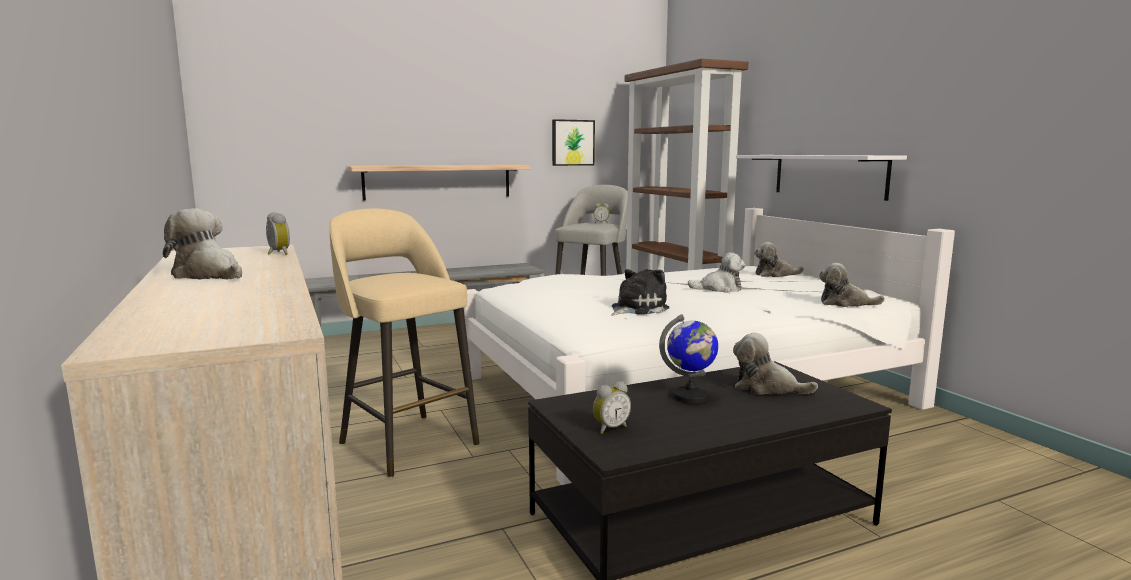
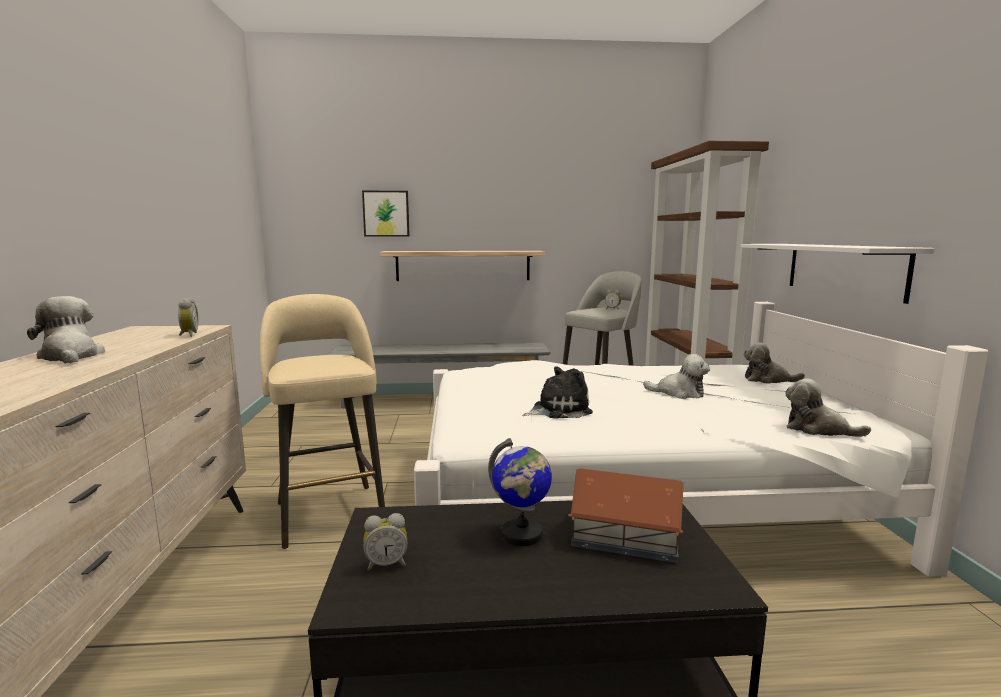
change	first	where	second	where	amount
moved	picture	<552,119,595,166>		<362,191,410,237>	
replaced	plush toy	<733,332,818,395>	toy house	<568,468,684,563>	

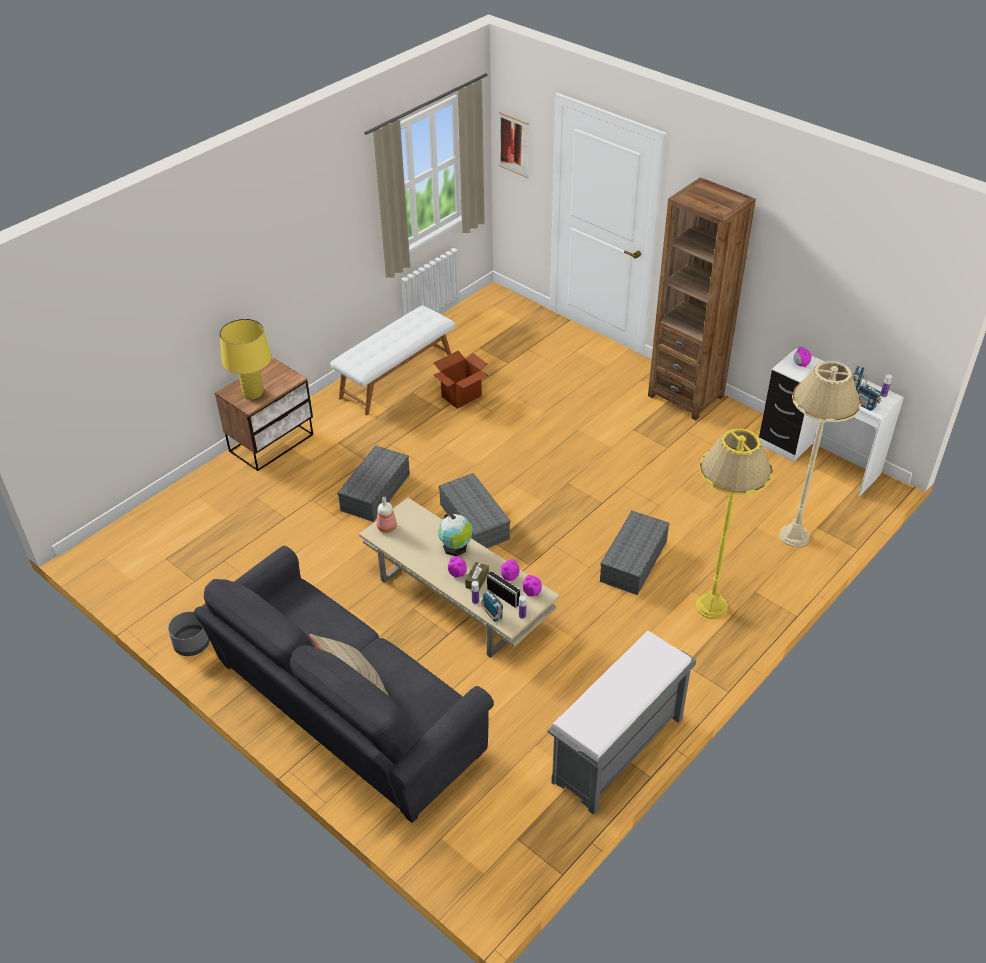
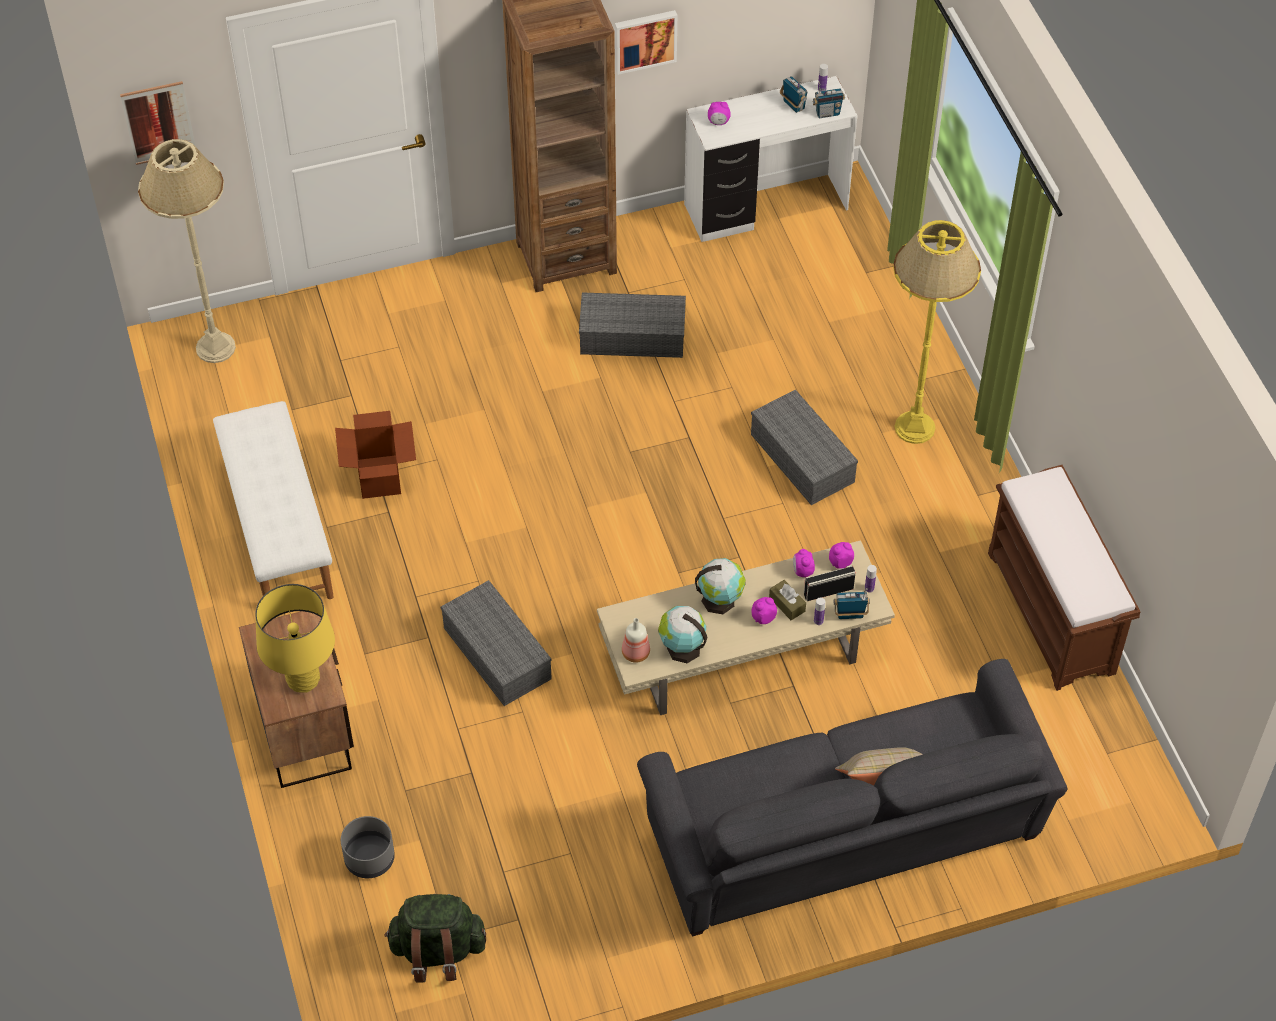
change	first	where	second	where	amount
moved	floor lamp (beige)	<779,361,861,547>		<138,139,236,363>	
moved	storage box (grey)	<439,473,511,548>		<579,292,686,358>	
moved	planter (grey)	<168,611,210,656>		<341,816,395,878>	
recoloured	bench (grey)	<547,631,696,815>	bench (brown)	<988,465,1141,691>	
added			picture	<615,10,677,75>	
added			globe	<658,606,708,663>	
added			backpack (green)	<385,894,486,982>	

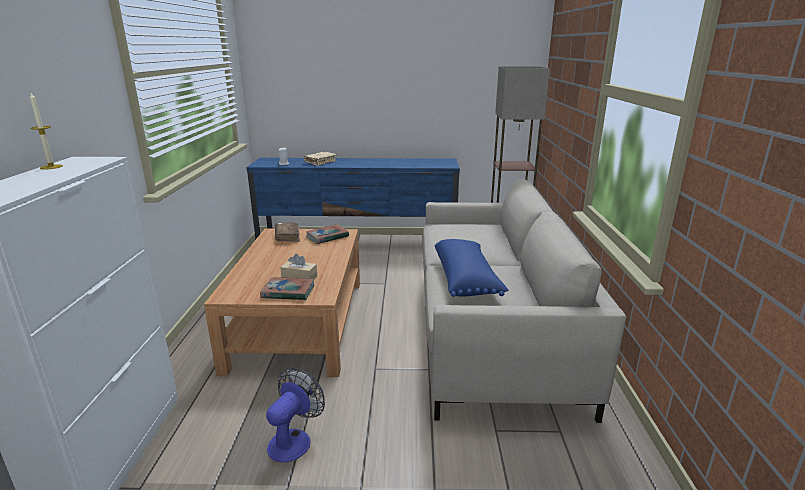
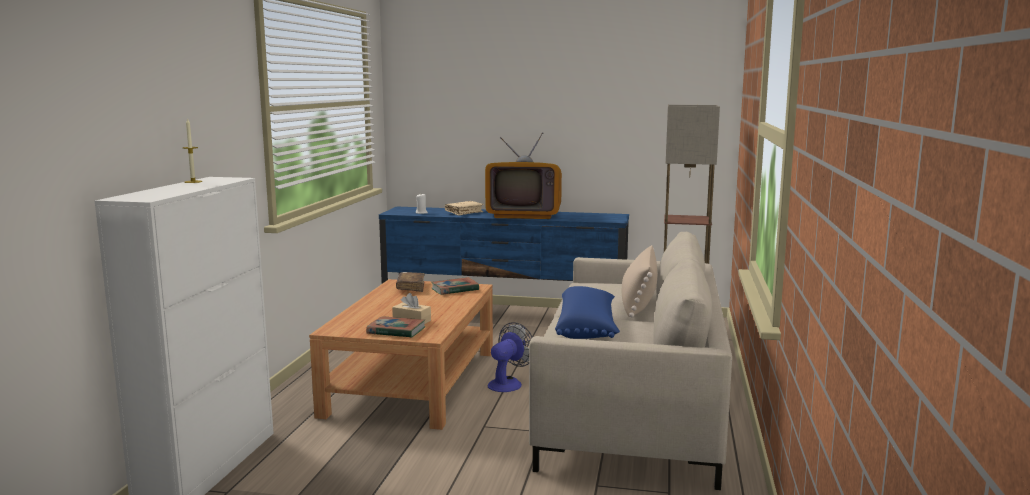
change	first	where	second	where	amount
moved	fan	<266,368,325,462>		<488,322,532,392>	
added			television	<485,132,562,219>	
added			pillow (beige)	<622,245,657,317>	

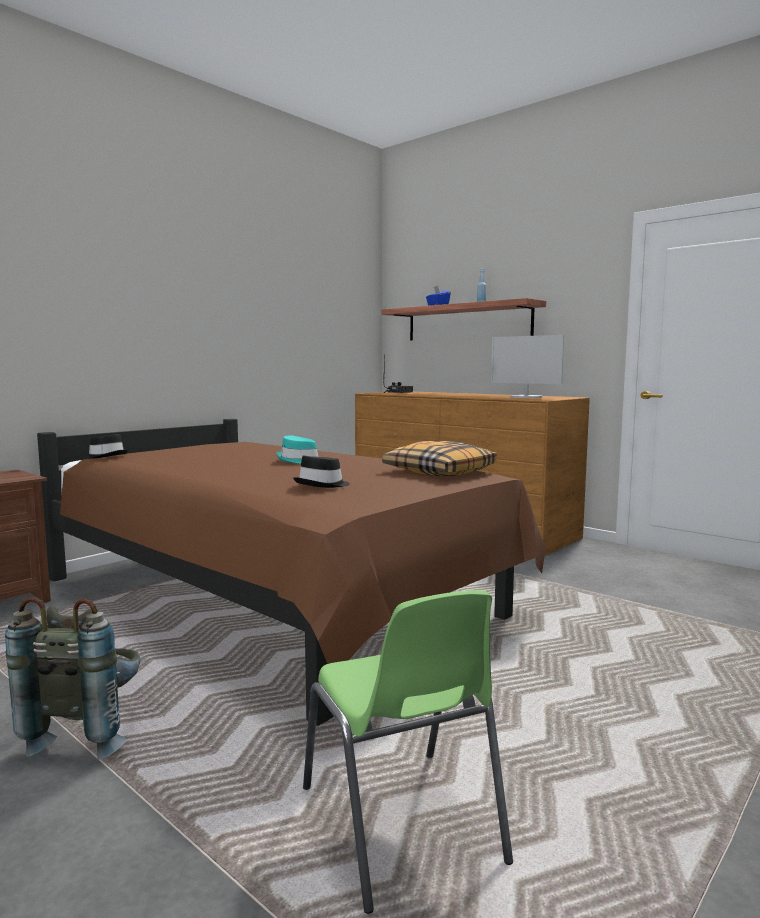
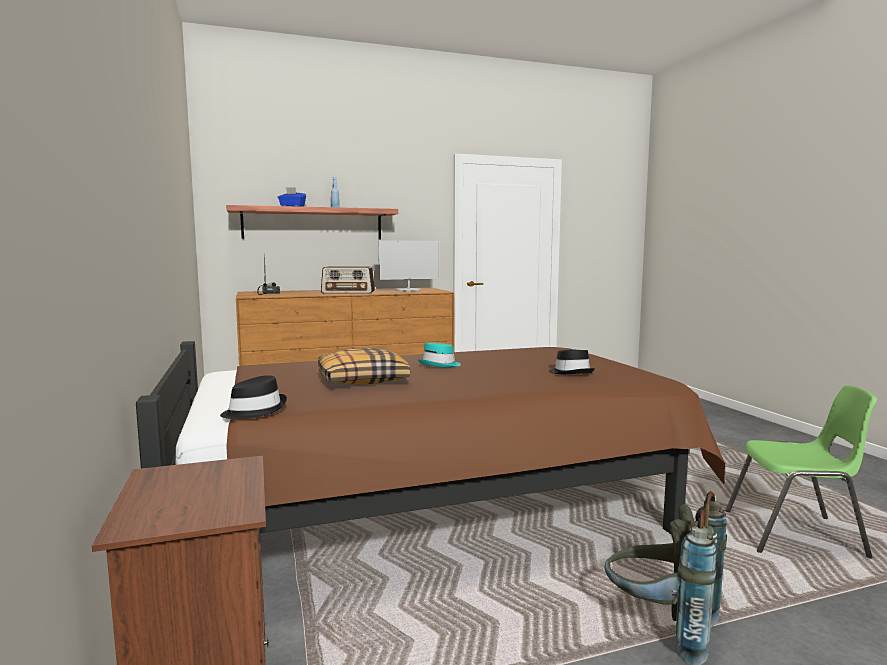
change	first	where	second	where	amount
moved	pillow	<382,441,497,476>		<318,348,410,385>	
added			radio	<321,266,375,294>	

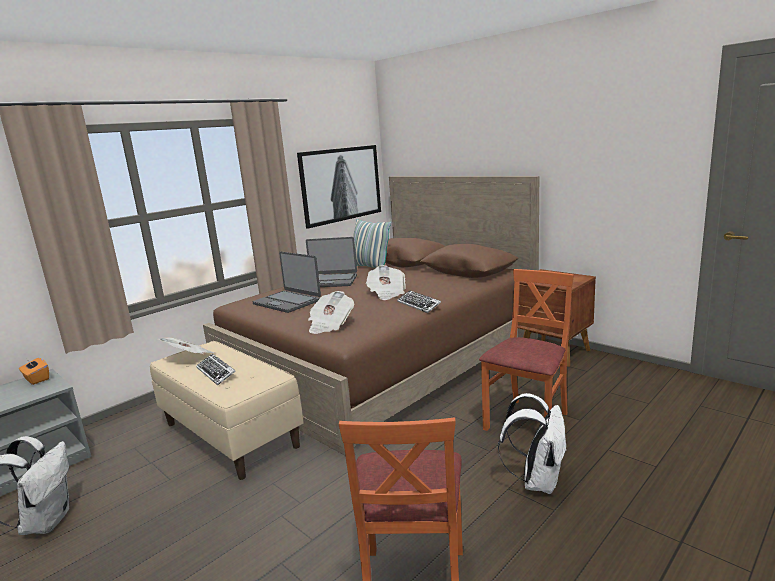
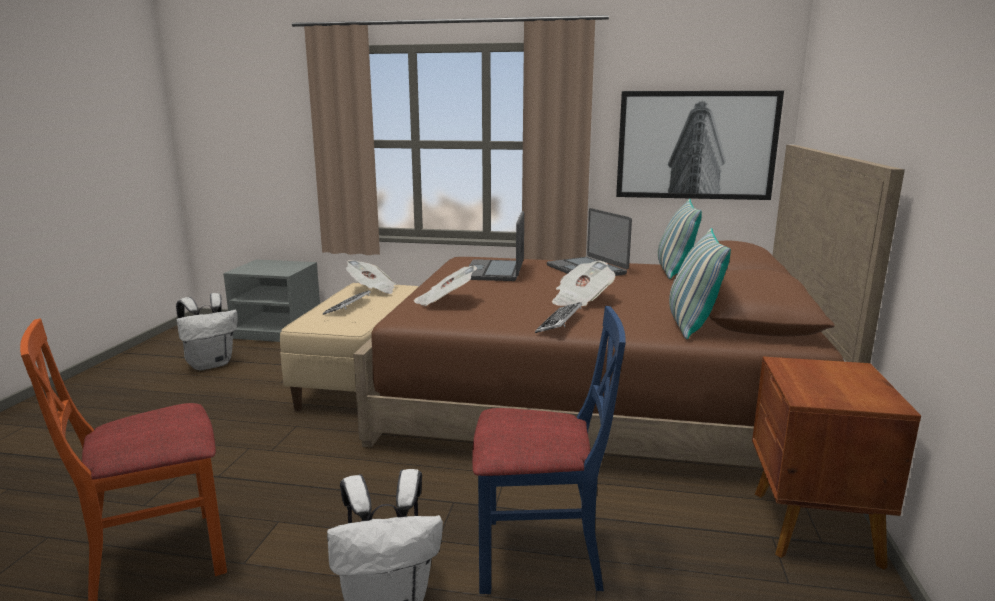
change	first	where	second	where	amount
recoloured	chair (orange)	<479,269,574,431>	chair (blue)	<472,306,626,594>	
removed	tissue box (orange)	<19,358,49,385>			
added			pillow	<669,228,731,339>	

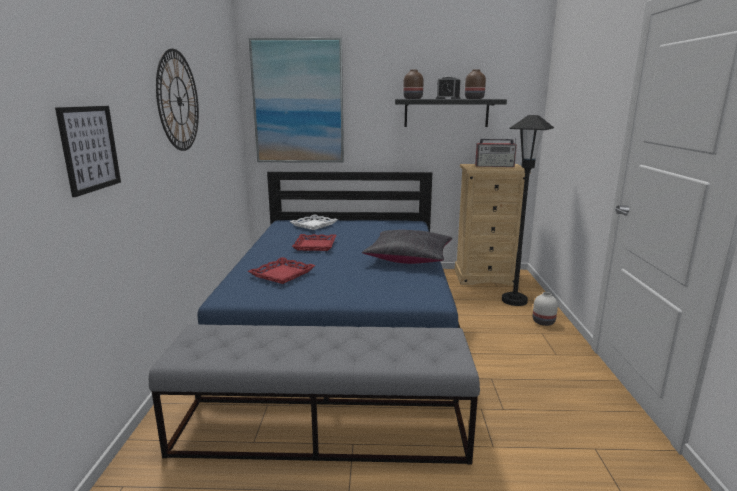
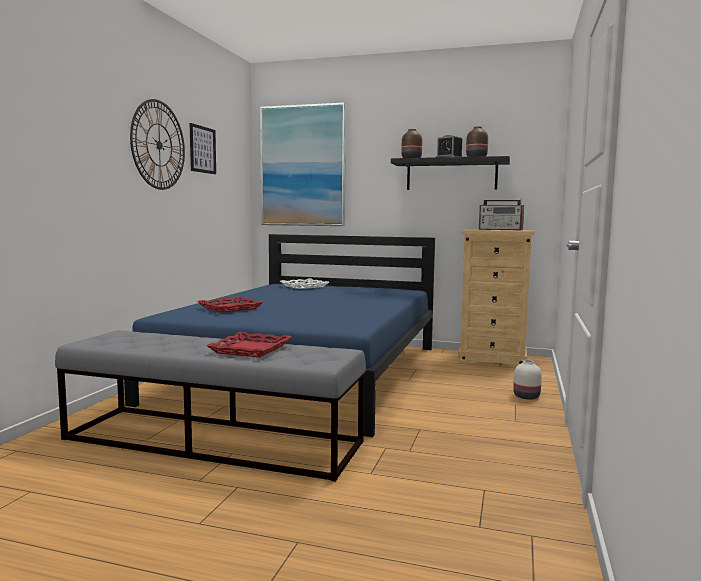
change	first	where	second	where	amount
moved	picture	<55,106,121,197>		<190,123,216,174>	
removed	floor lamp (black)	<502,115,554,306>			
removed	pillow (black)	<362,230,452,264>			
moved	tray (red)	<292,234,336,251>		<206,332,291,357>	

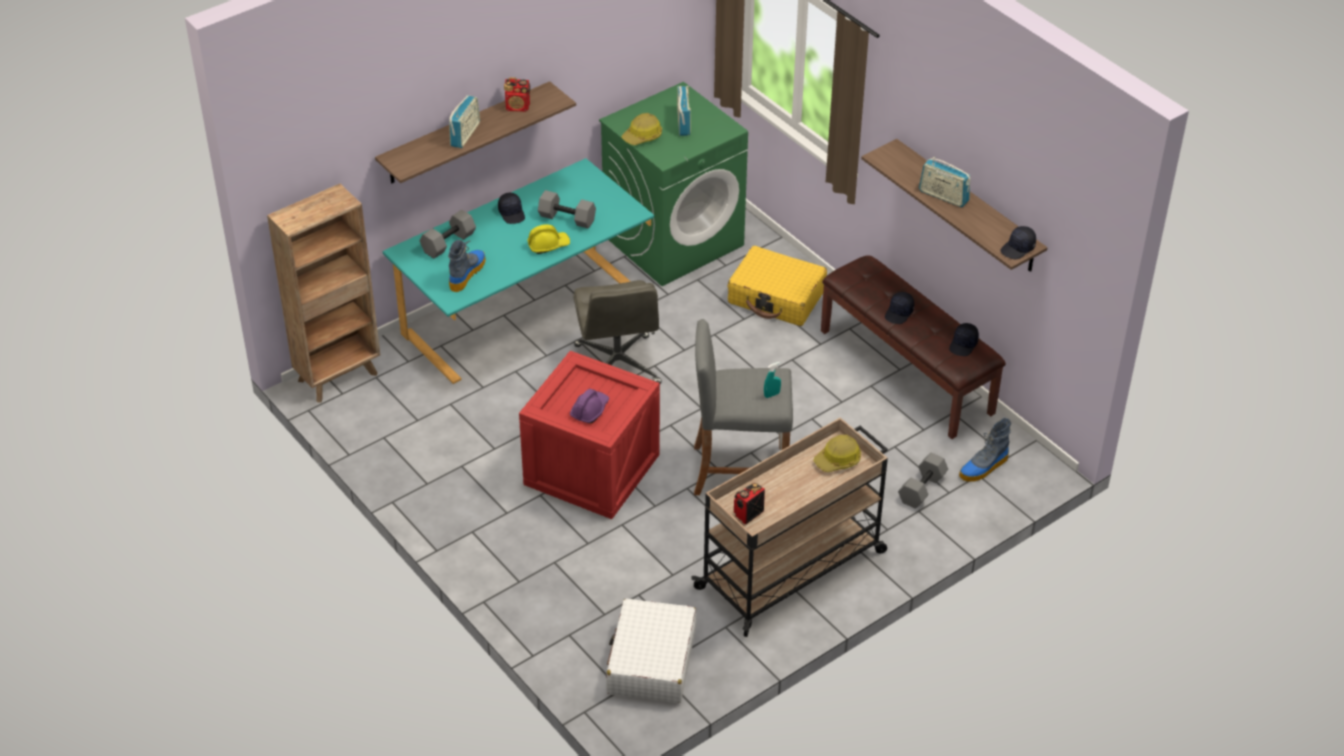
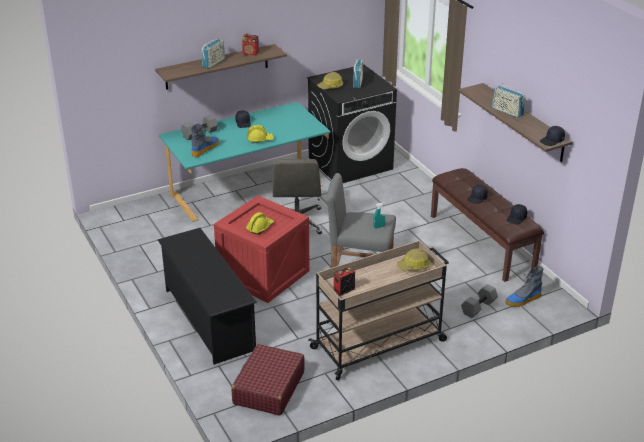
change	first	where	second	where	amount
recoloured	washing machine (green)	<599,82,748,286>	washing machine (black)	<307,65,397,183>	
removed	bookcase (brown)	<267,184,380,403>			
removed	dumbbell (grey)	<538,190,596,229>			
removed	suitcase (yellow)	<728,246,827,326>			
recoloured	hard hat (purple)	<570,389,609,423>	hard hat (yellow)	<246,212,274,235>	
recoloured	suitcase (white)	<606,599,697,703>	suitcase (red)	<231,344,305,416>	
added			shoe rack (black)	<158,228,257,365>	

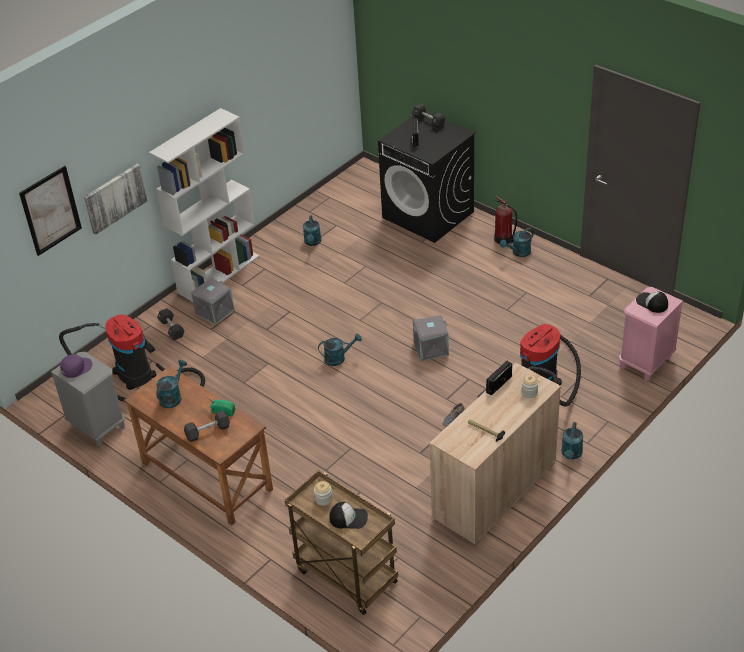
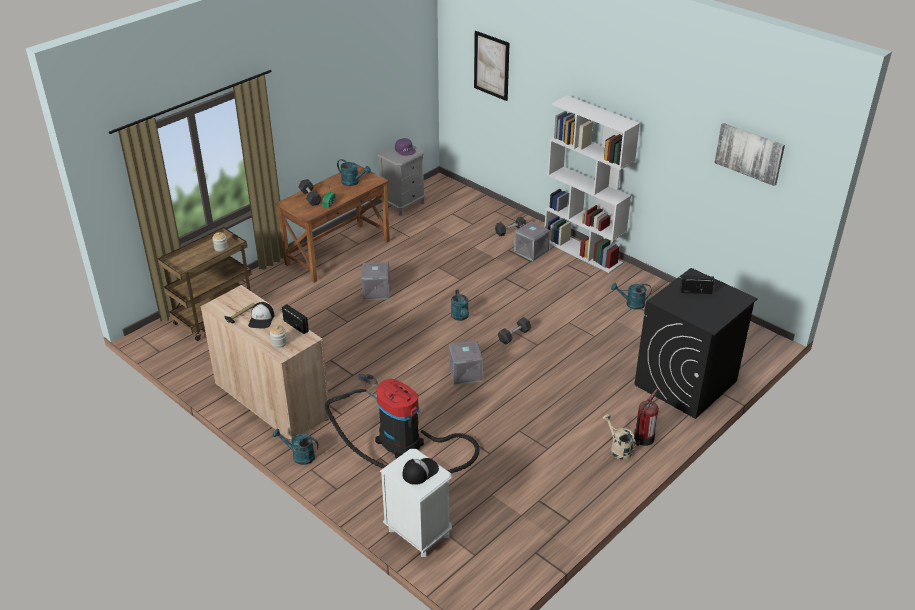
change	first	where	second	where	amount
moved	dumbbell (black)	<412,103,446,129>		<498,317,532,345>	
moved	picture	<84,164,148,234>		<714,123,785,186>	
recoloured	watering can (turquoise)	<500,228,534,257>	watering can (beige)	<602,414,636,460>	
recoloured	nightstand (pink)	<619,287,683,381>	nightstand (white)	<380,449,452,557>	
removed	vacuum cleaner	<59,314,205,401>			
moved	cap	<329,502,368,529>		<248,302,274,329>	
added			storage box (grey)	<361,262,390,300>	

